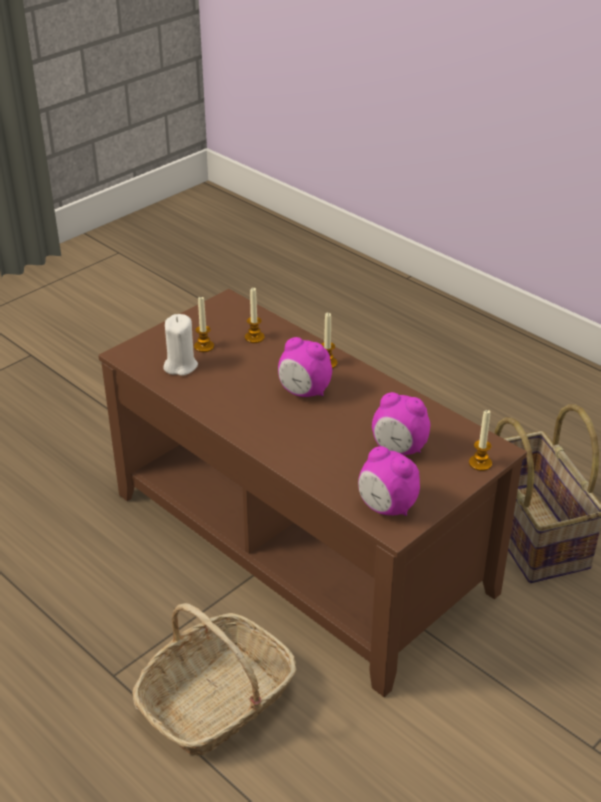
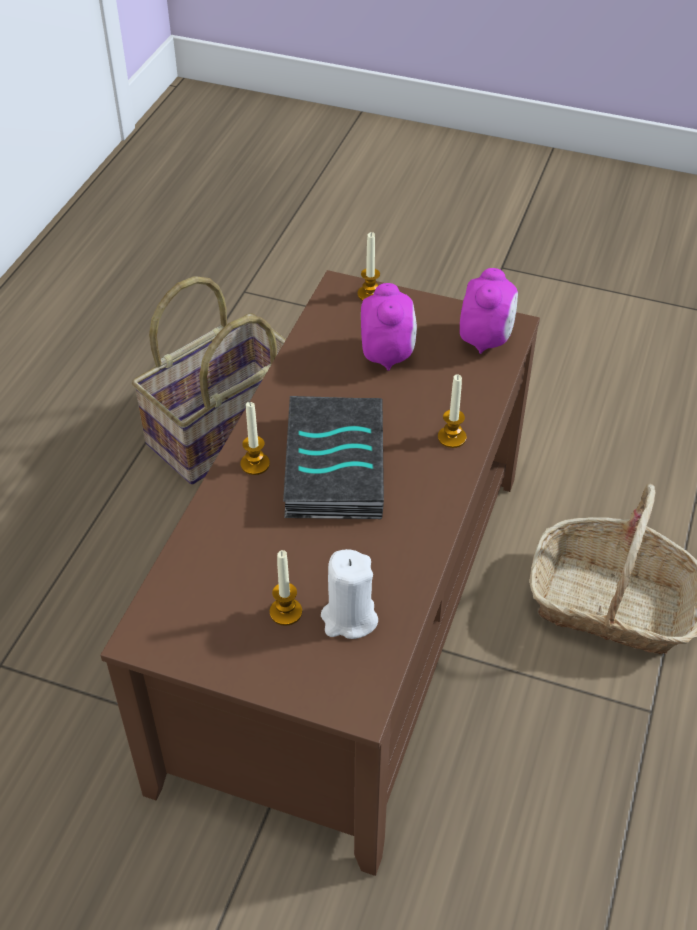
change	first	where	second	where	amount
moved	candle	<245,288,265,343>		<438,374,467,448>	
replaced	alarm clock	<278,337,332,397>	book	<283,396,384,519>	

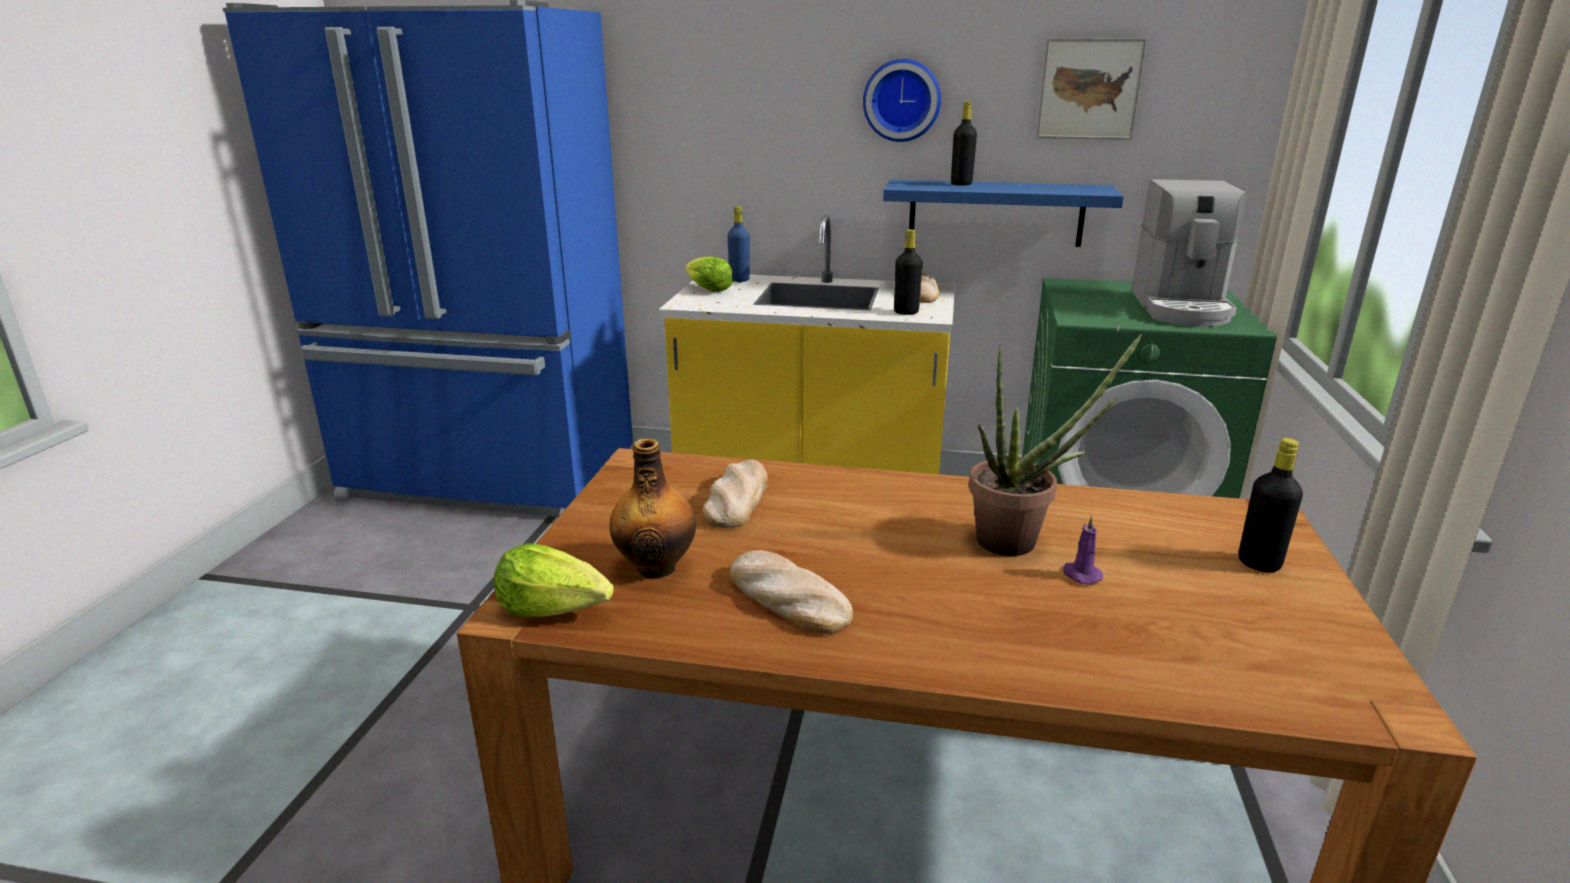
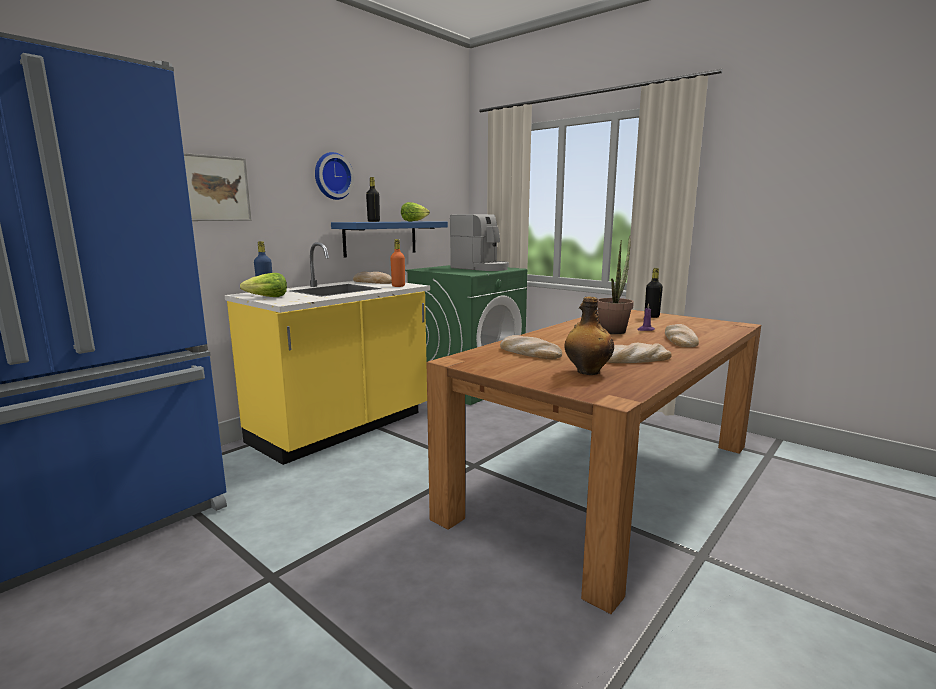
change	first	where	second	where	amount
moved	picture	<1036,38,1147,140>		<184,153,252,221>	
recoloured	bottle (black)	<894,229,923,315>	bottle (orange)	<390,239,405,287>	
moved	lettuce	<494,543,614,617>		<401,202,430,222>	
added			bread	<665,324,699,347>	

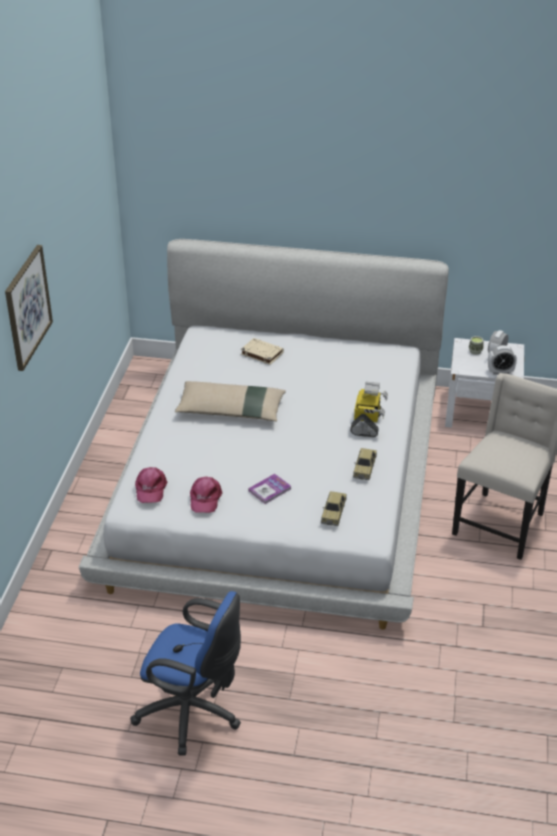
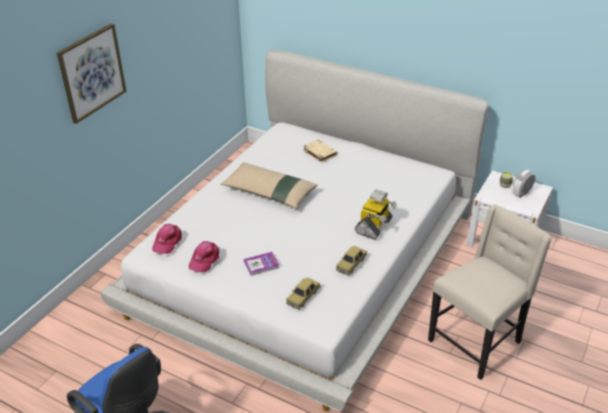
change	first	where	second	where	amount
removed	alarm clock	<488,345,517,375>			

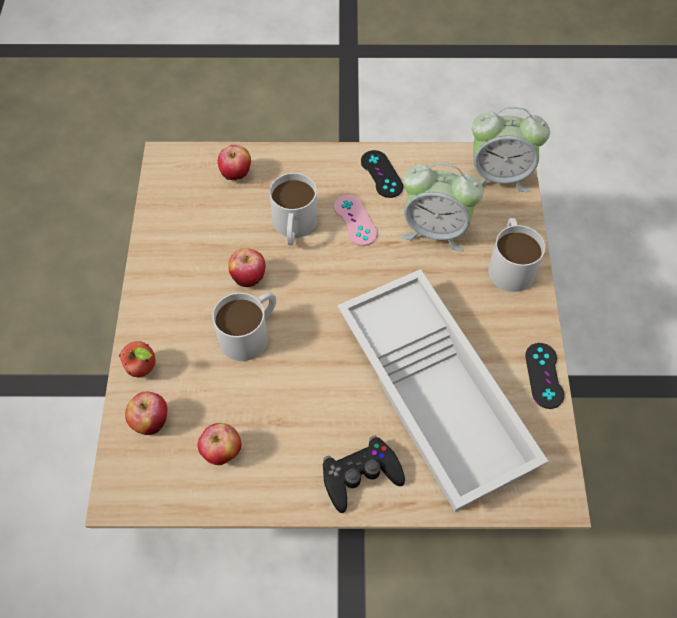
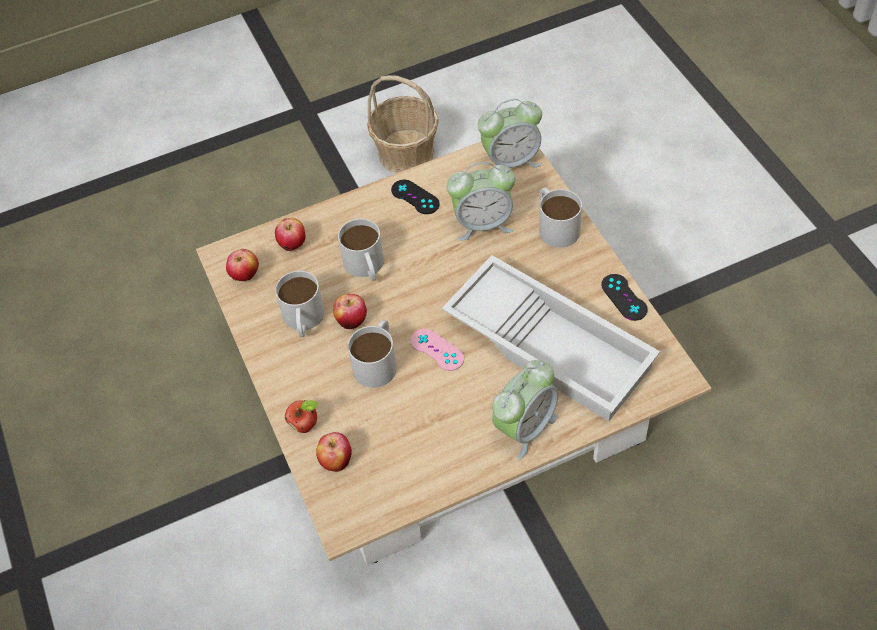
change	first	where	second	where	amount
moved	game controller (pink)	<334,195,377,246>		<410,329,464,371>	
moved	apple	<198,423,241,465>		<226,249,259,281>	
replaced	game controller (black)	<323,436,405,513>	alarm clock	<492,360,559,459>	
added			basket	<367,75,439,174>	
added			mug (white)	<275,271,325,337>	

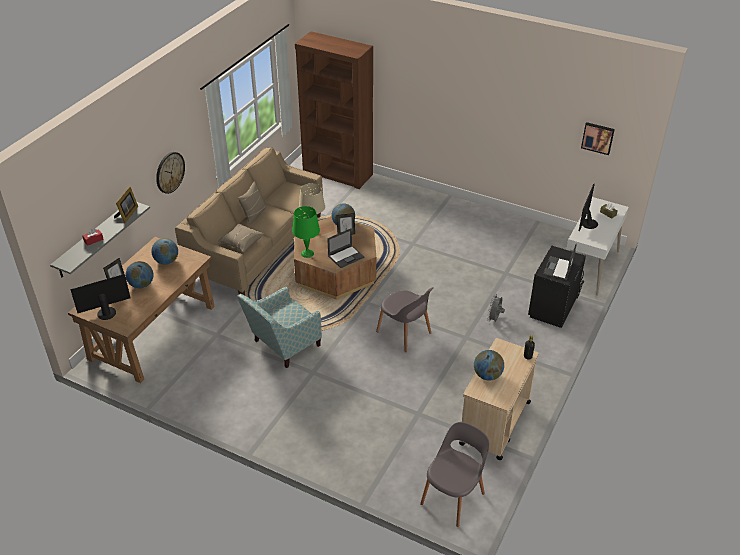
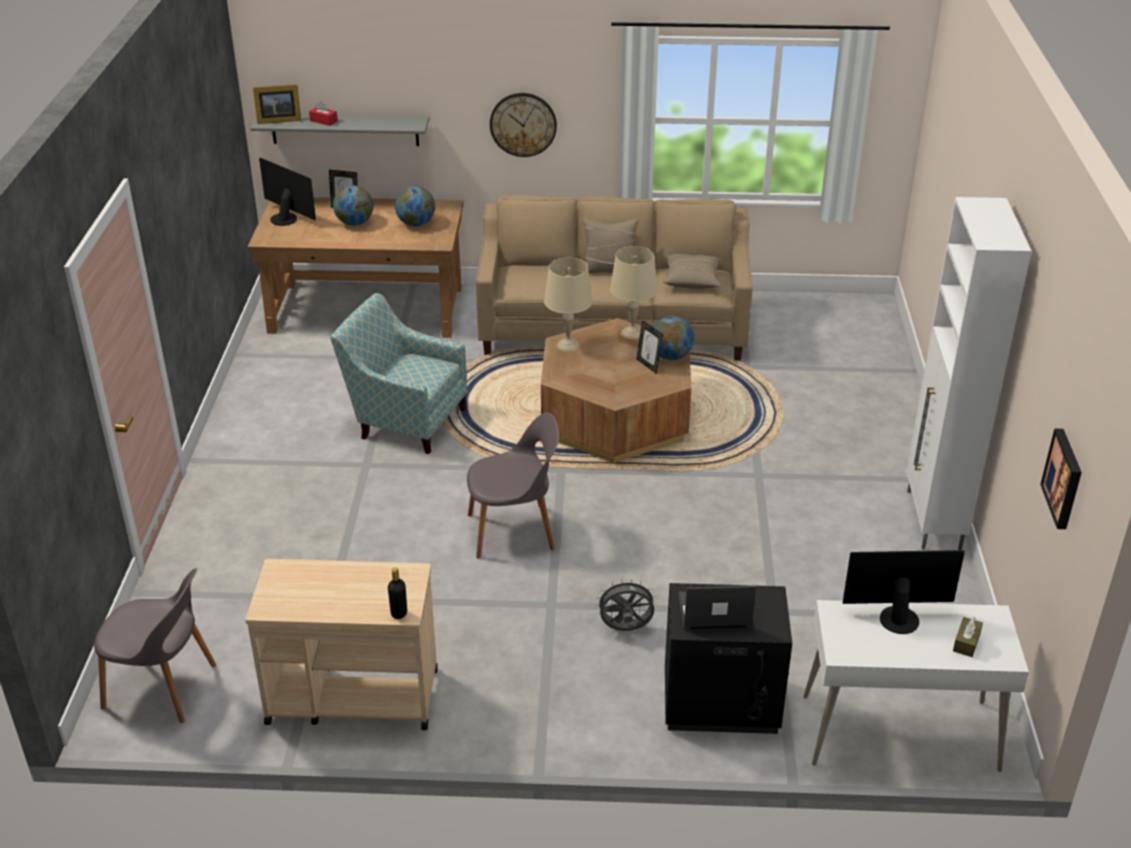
change	first	where	second	where	amount
removed	bookcase (brown)	<295,31,373,189>			
moved	picture frame	<114,186,138,223>		<253,84,301,124>	
recoloured	table lamp (green)	<292,206,320,258>	table lamp (beige)	<544,258,593,352>	
moved	pillow (beige)	<218,224,264,252>		<662,254,721,288>	
removed	laptop	<327,228,364,268>			
turned	chair (grey)	<376,287,434,352>		<467,412,559,558>	120 degrees counterclockwise
removed	globe	<474,350,504,381>			
added			cabinet (white)	<906,197,1031,550>	

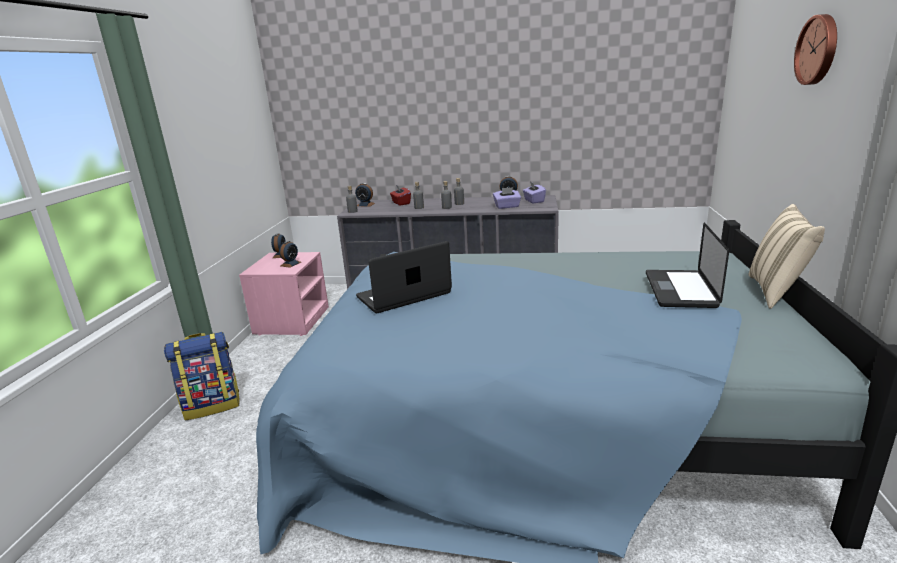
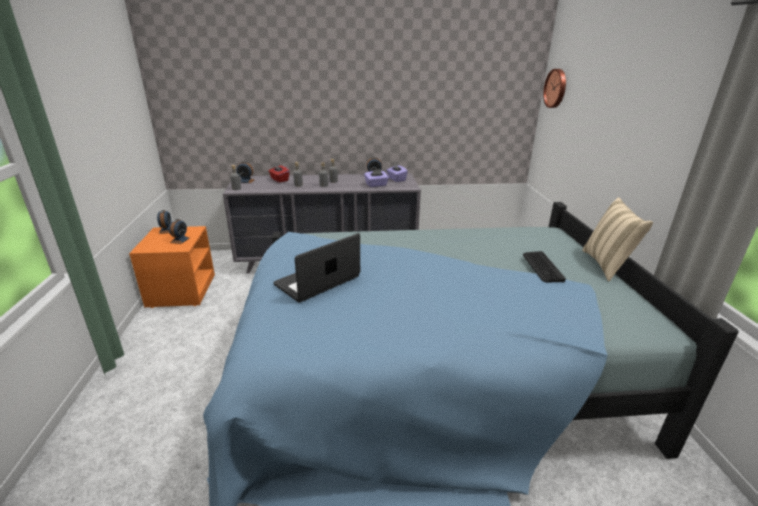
change	first	where	second	where	amount
moved	wall clock	<794,14,837,85>		<543,69,566,108>	
replaced	laptop	<646,223,729,308>	keyboard	<523,251,566,282>	
recoloured	nightstand (pink)	<239,252,329,336>	nightstand (orange)	<129,226,215,308>	
removed	backpack	<164,332,240,420>			

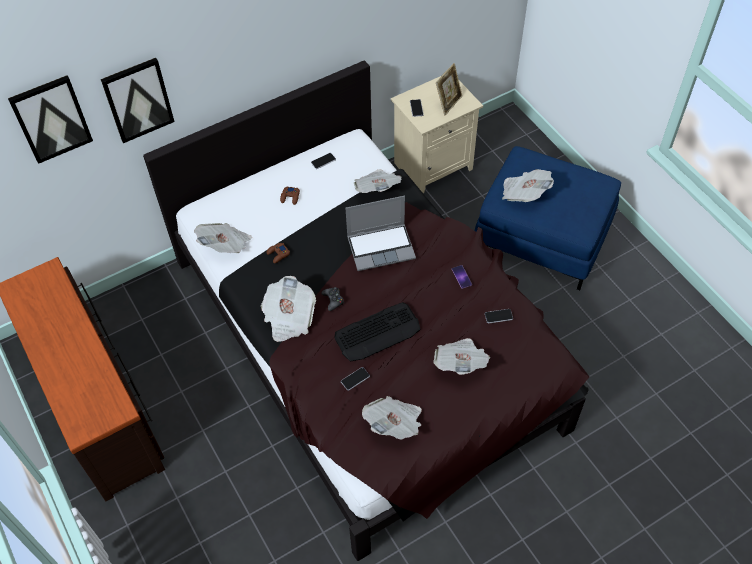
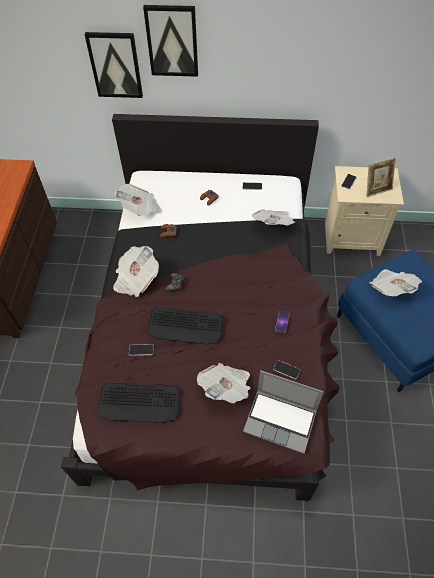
change	first	where	second	where	amount
moved	picture	<8,75,93,164>		<143,5,198,77>	
moved	laptop	<346,196,416,271>		<243,370,324,454>	
replaced	newspaper	<362,396,422,440>	keyboard	<98,383,180,423>	

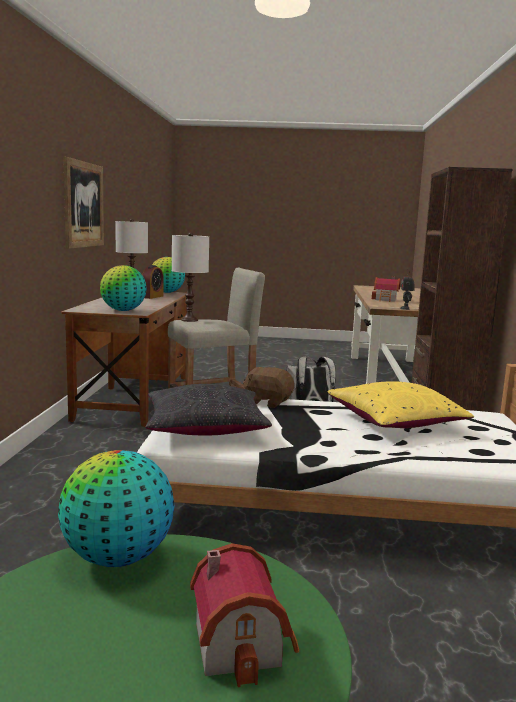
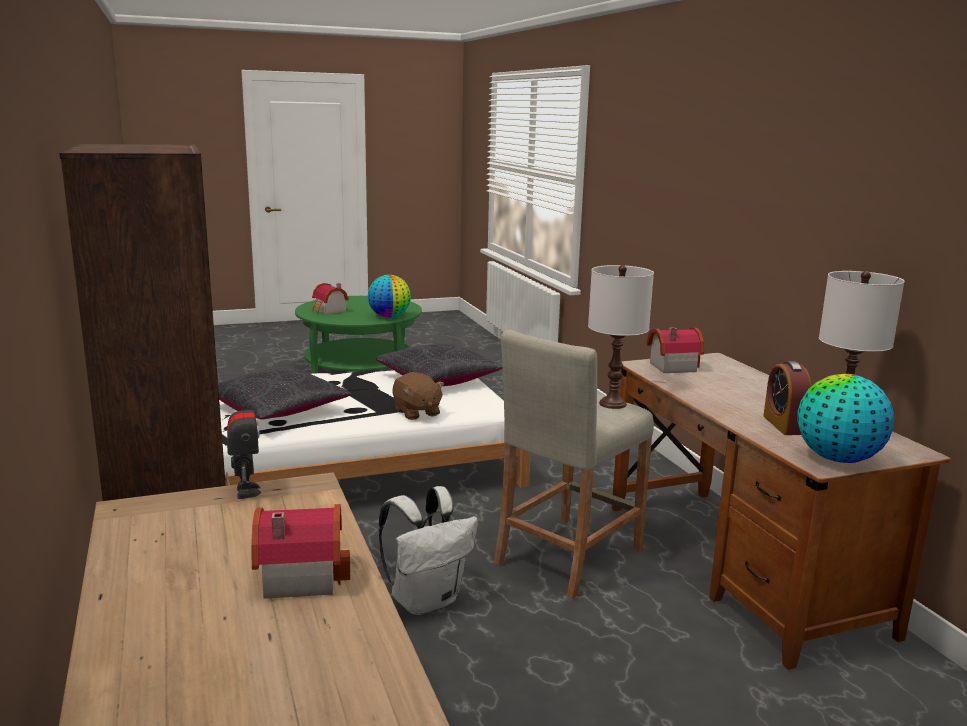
change	first	where	second	where	amount
removed	picture	<63,157,104,249>			
replaced	globe	<100,265,147,311>	toy house	<646,327,704,373>	
turned	plush toy (brown)	<243,367,294,408>		<392,372,444,420>	60 degrees clockwise
recoloured	pillow (yellow)	<327,381,474,428>	pillow (black)	<218,367,351,419>	

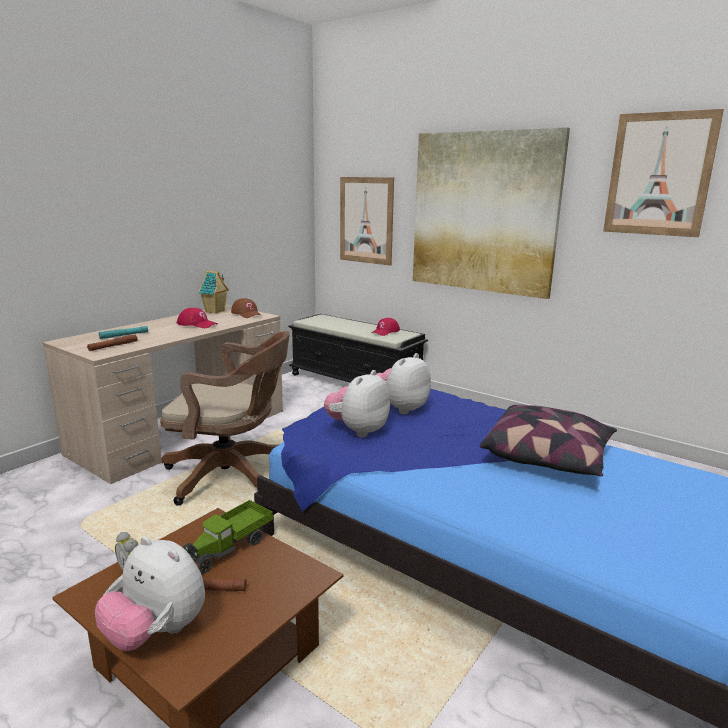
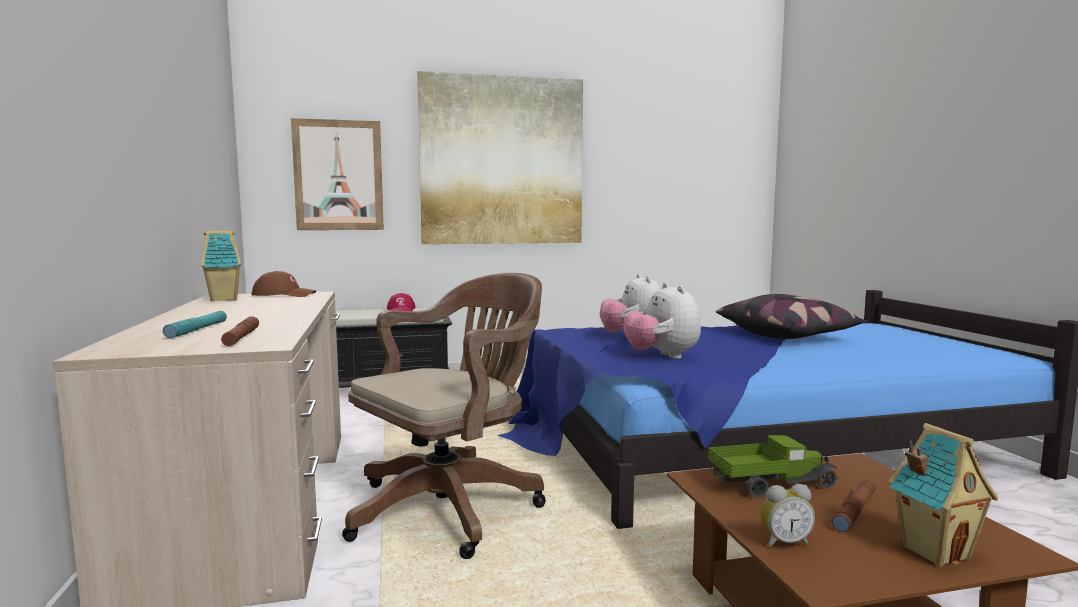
change	first	where	second	where	amount
removed	picture	<603,109,724,237>			
removed	cap (red)	<177,308,218,328>			
turned	toy truck	<183,500,273,574>		<708,435,838,498>	90 degrees counterclockwise
replaced	plush toy	<95,537,205,651>	toy house	<888,423,999,567>	

